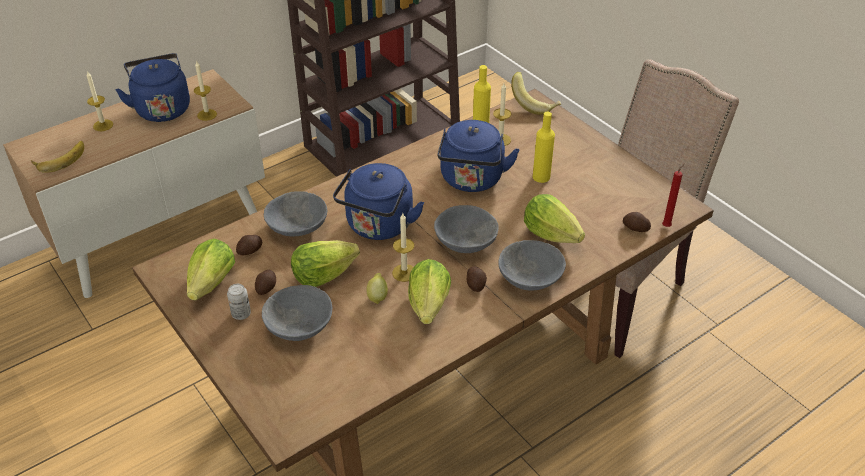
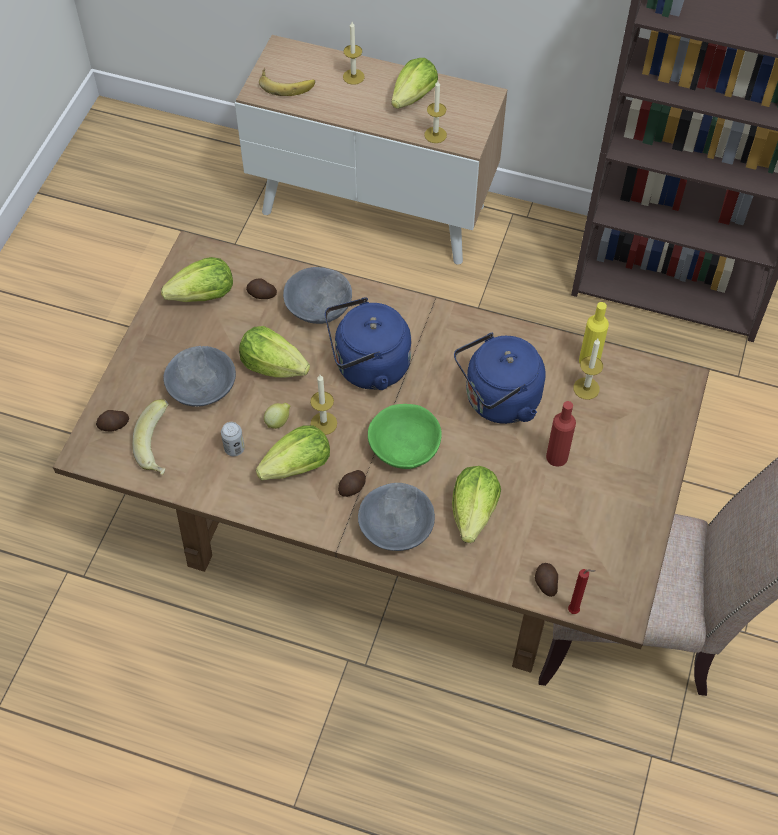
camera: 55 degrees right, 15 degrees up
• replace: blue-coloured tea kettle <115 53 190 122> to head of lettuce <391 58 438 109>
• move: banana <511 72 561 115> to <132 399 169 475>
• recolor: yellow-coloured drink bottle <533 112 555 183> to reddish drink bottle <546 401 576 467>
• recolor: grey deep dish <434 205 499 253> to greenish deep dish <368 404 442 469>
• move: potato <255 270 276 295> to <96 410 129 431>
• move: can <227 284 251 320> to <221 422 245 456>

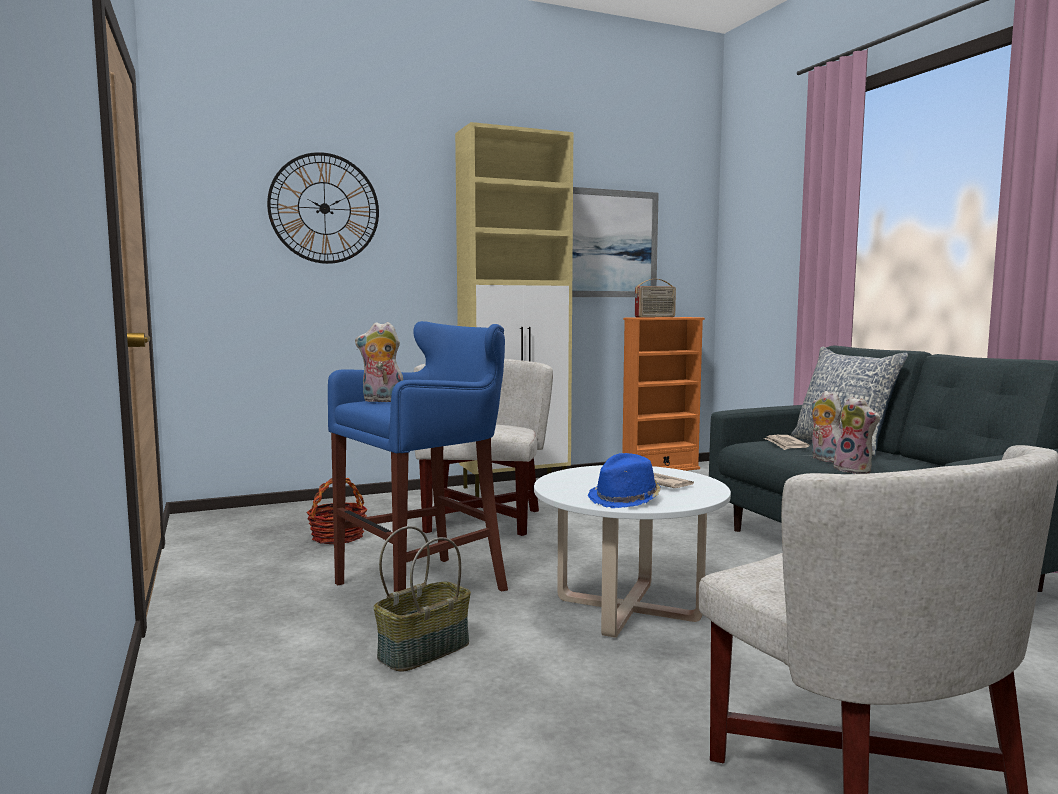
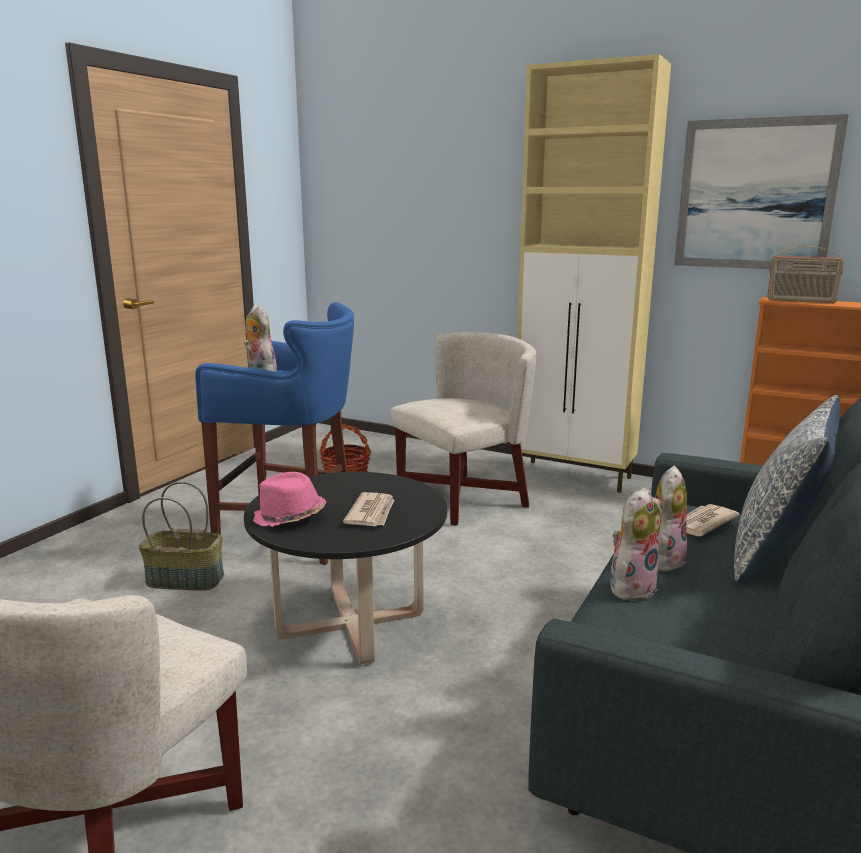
camera: 50 degrees right, 10 degrees up
• delete: clock on the wall <267 152 379 264>
• rotate: cuddly toy <833 396 880 474> = <610 487 662 602> 150 degrees counterclockwise
• recolor: blue-coloured hat <588 453 661 508> to pink-coloured hat <253 472 326 527>
• recolor: whitish lounge table <534 465 731 638> to black lounge table <244 472 447 665>

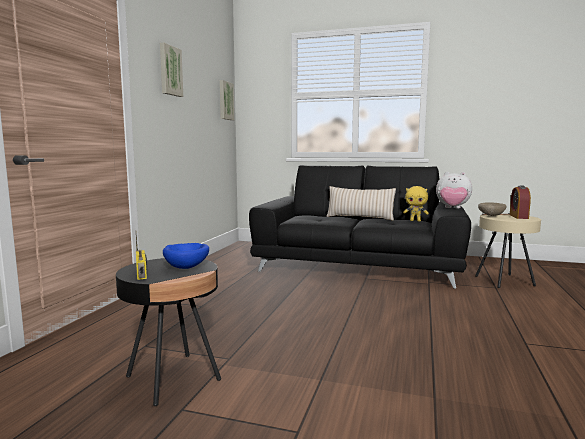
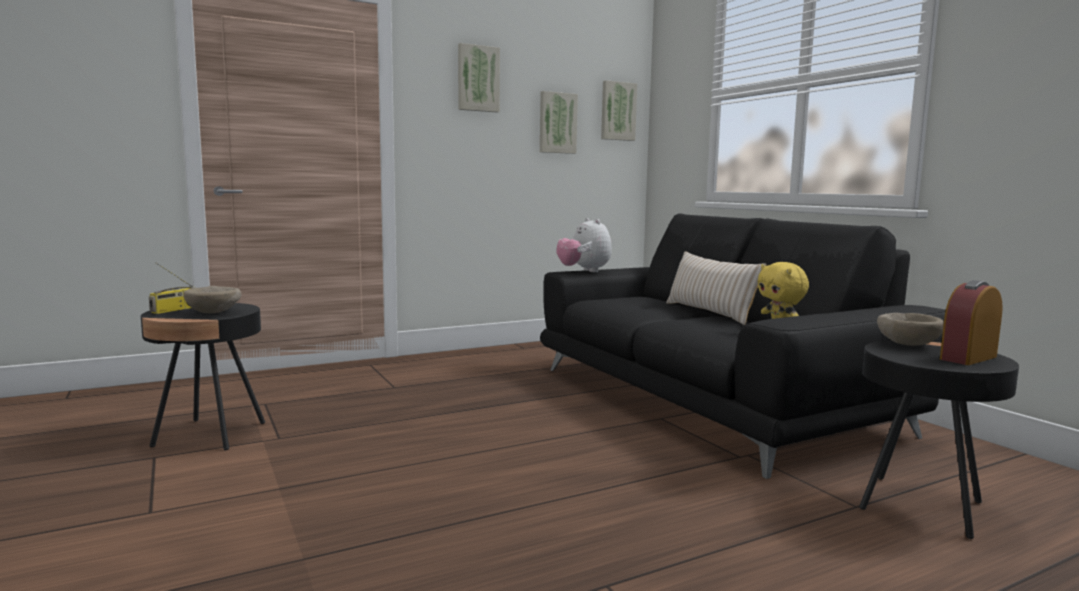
camera: 45 degrees right, 0 degrees up
• move: cuddly toy <436 172 472 208> to <556 218 612 272>
• recolor: beige side table <475 214 541 288> to black side table <859 340 1019 539>
• recolor: blue-coloured deep dish <163 243 209 269> to beige deep dish <183 286 242 313>
• insert: wall art <540 91 578 154>

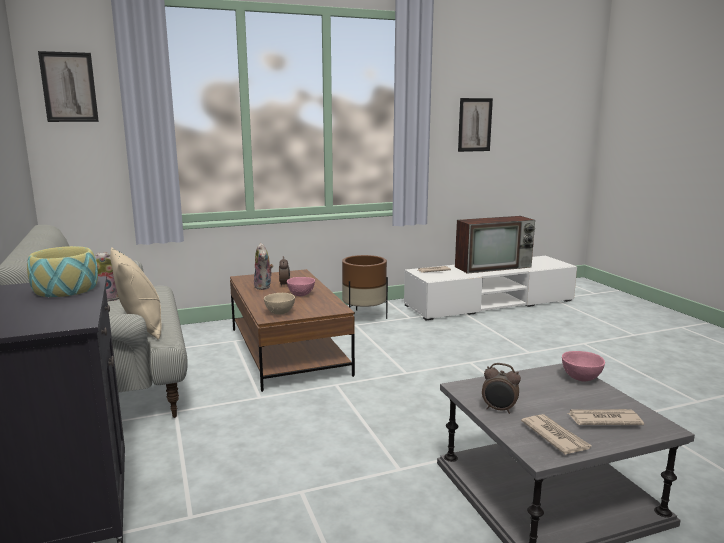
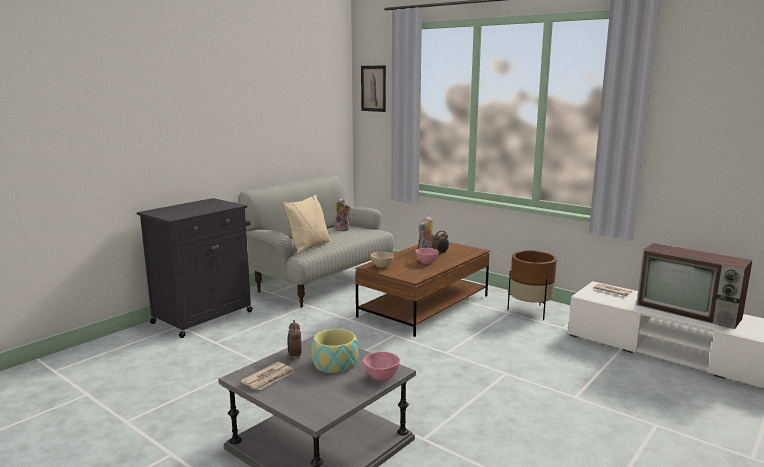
camera: 60 degrees right, 0 degrees up
• delete: wall art <458 98 493 152>
• move: deep dish <27 246 98 297> to <311 329 359 373>
• delete: daily paper <568 409 644 425>

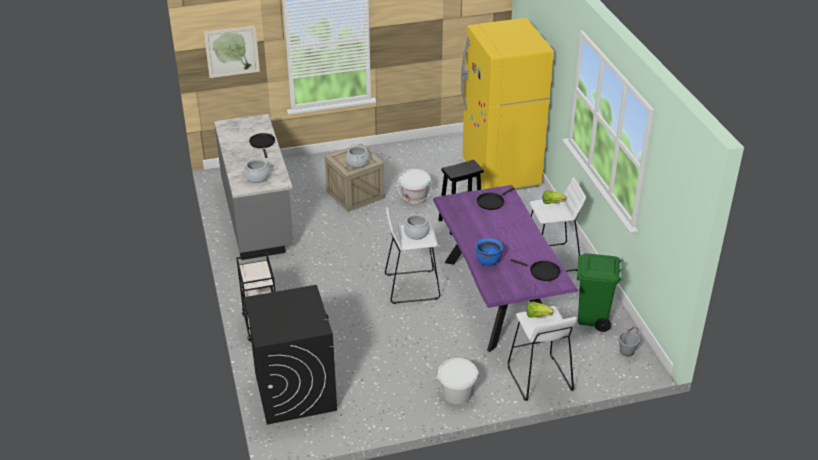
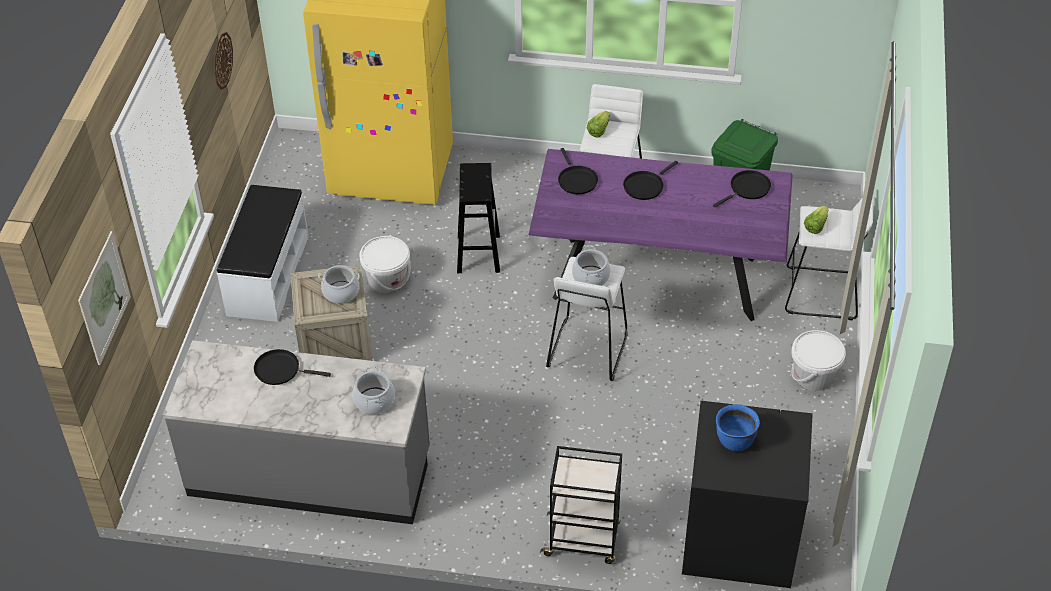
camera: 65 degrees left, 10 degrees up
• move: blue-coloured stockpot <476 238 503 266> to <716 404 760 451>
• delete: grey pail <618 327 640 356>
• insert: clock on the wall <214 32 233 90>
• insert: black frying pan <623 161 678 200>
• insert: whitish indoor bench <217 185 308 322>

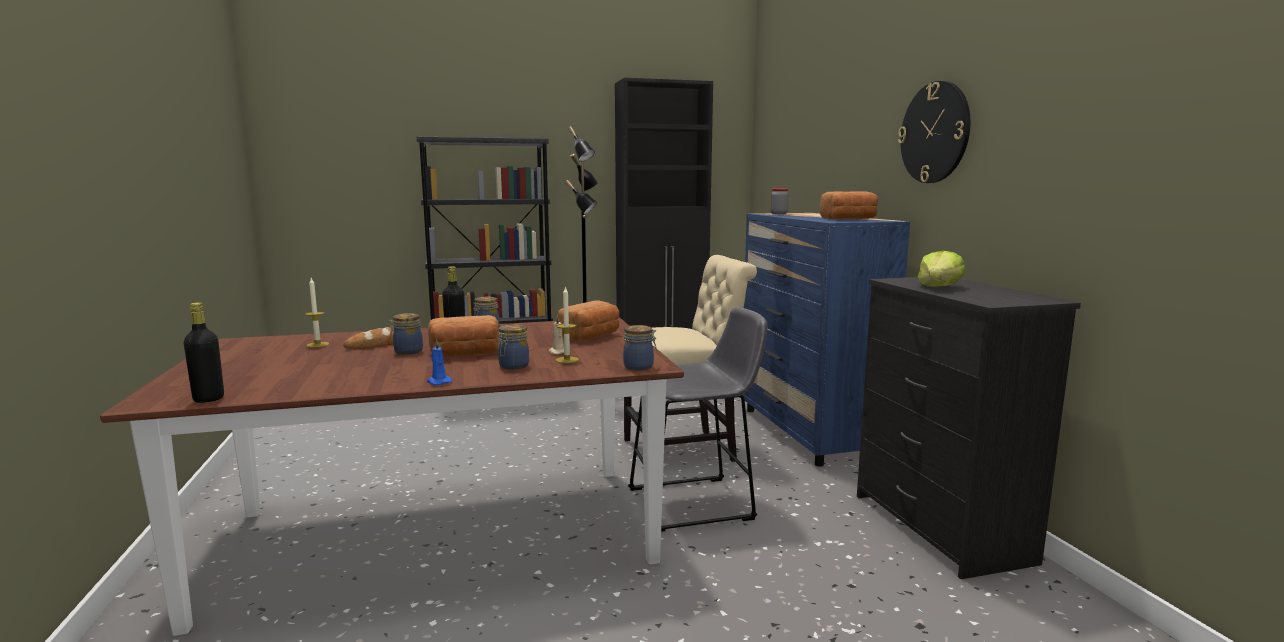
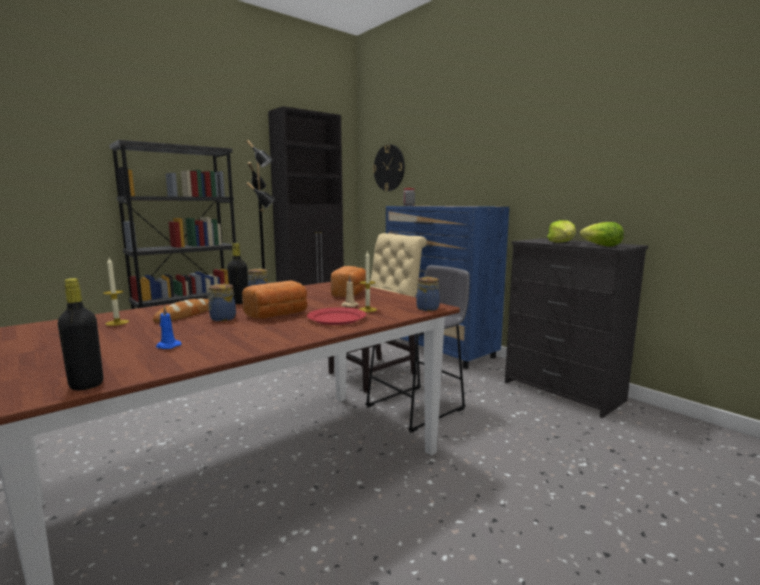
camera: 25 degrees left, 0 degrees up
• move: clock on the wall <898 81 970 183> to <373 144 405 191>
• delete: baked bread <820 192 878 219>
• replace: preserve jar <498 324 529 370> to reddish flat dish <307 307 366 325>
• move: blue-coloured wax light <427 339 452 385> to <156 305 182 349>
• insert: head of lettuce <580 222 624 247>

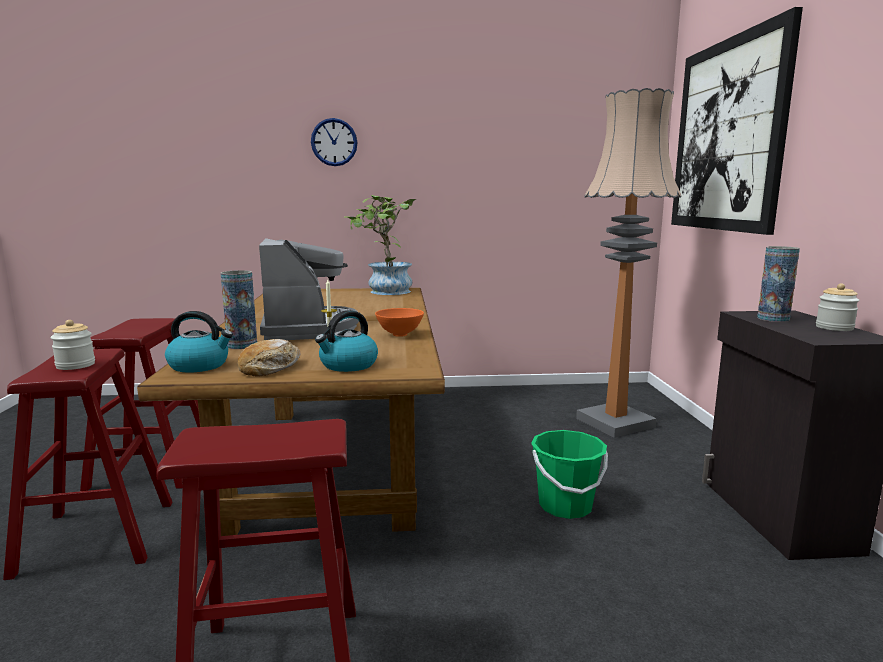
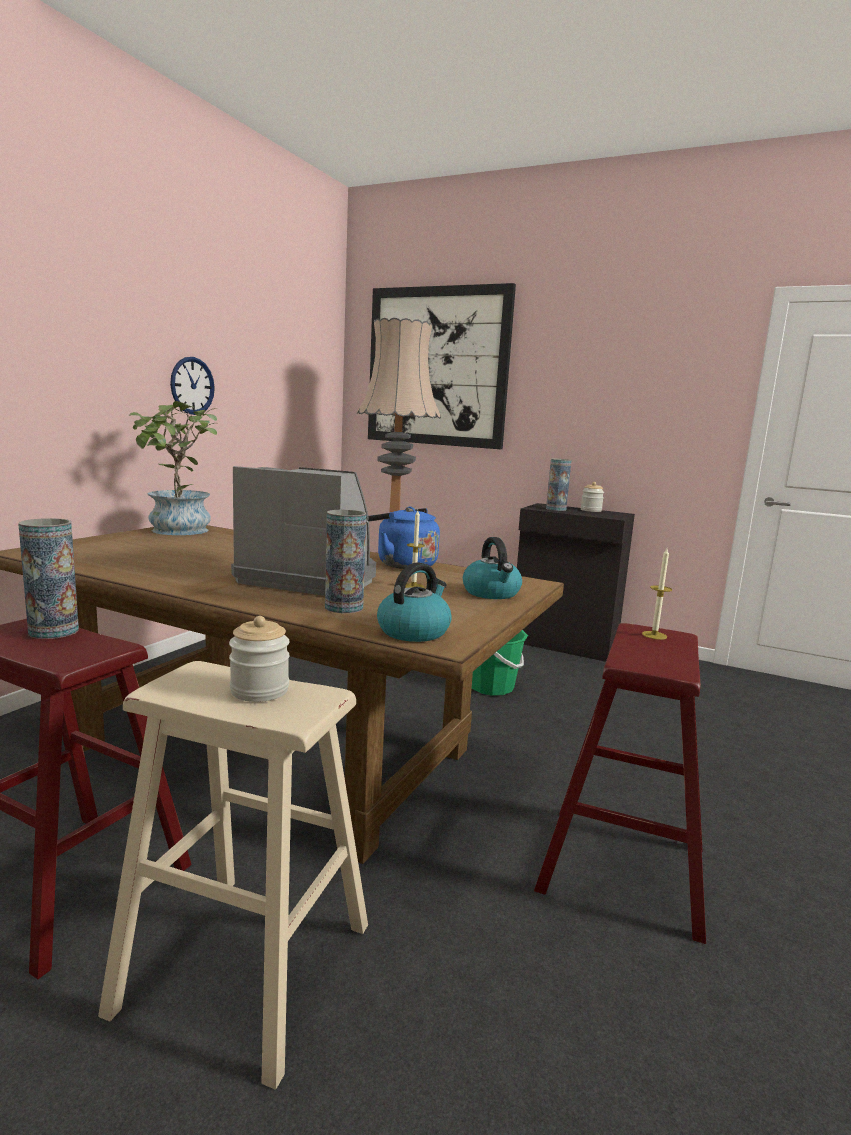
camera: 60 degrees left, 0 degrees up
• move: clock on the wall <311 118 357 166> to <170 357 215 415>
• replace: orange deep dish <375 308 424 337> to blue-coloured tea kettle <368 507 440 569>
• delete: baked bread <237 339 301 377>
• recolor: reddish stool <3 348 172 580> to beige stool <98 661 368 1090>
• insert: decorative vase <18 518 79 639>
• insert: wax light <642 548 672 640>

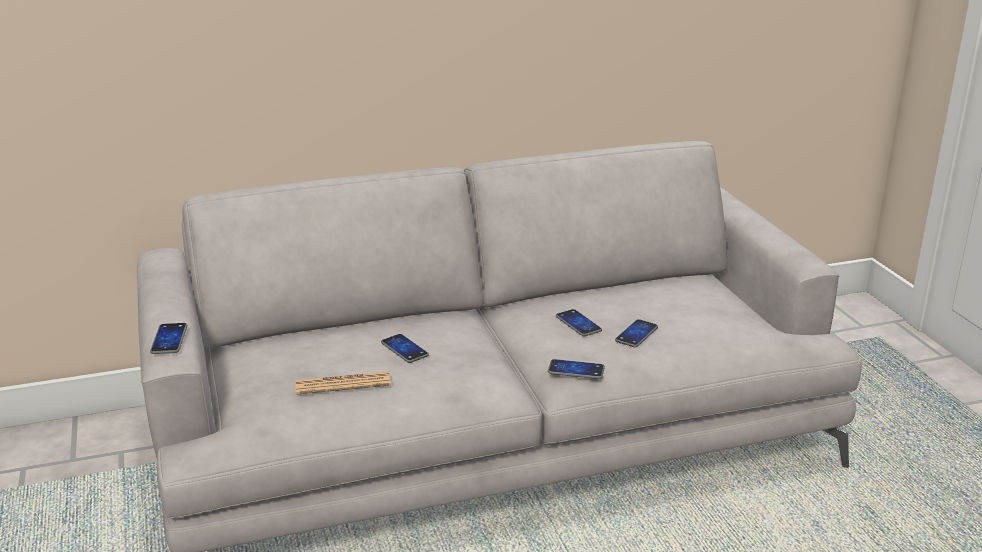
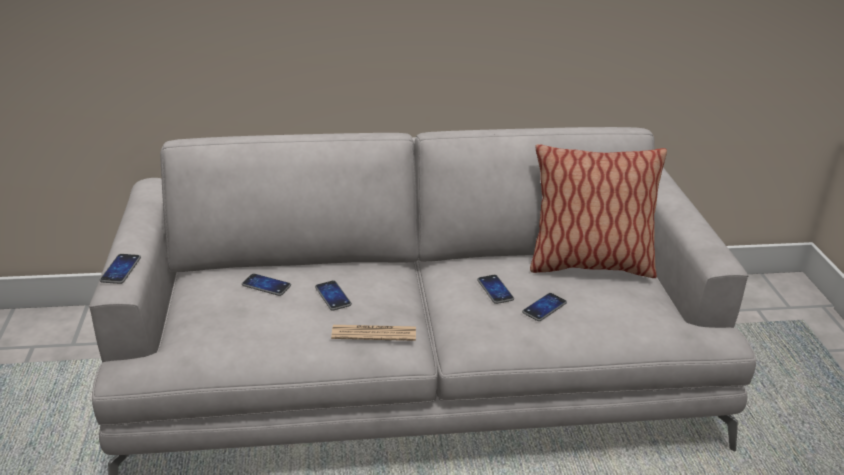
camera: 10 degrees right, 5 degrees up
• move: handset <548 359 605 379> to <242 274 291 296>
• move: daily paper <295 371 391 395> to <331 325 416 341>
• insert: cushion <530 144 667 278>

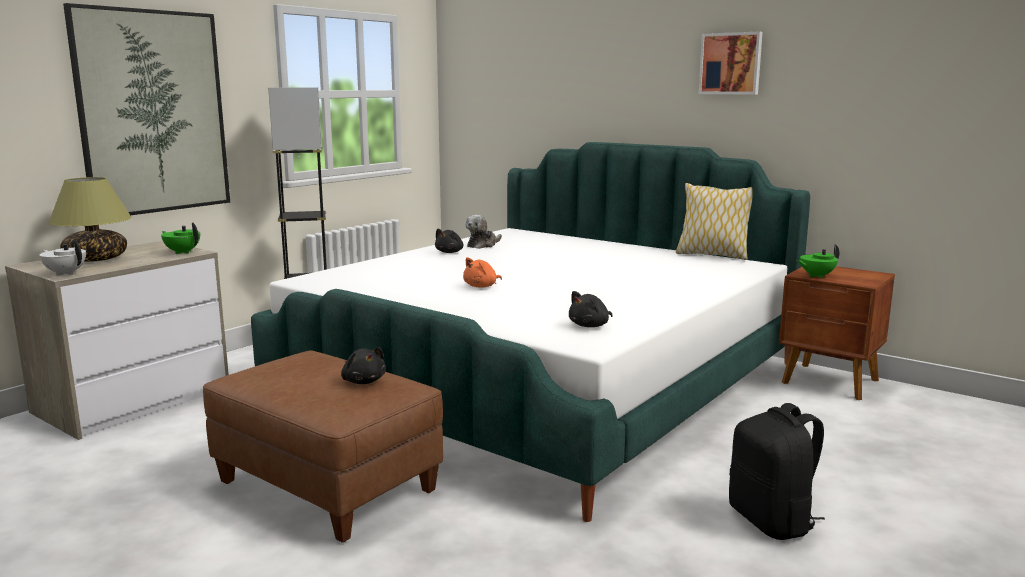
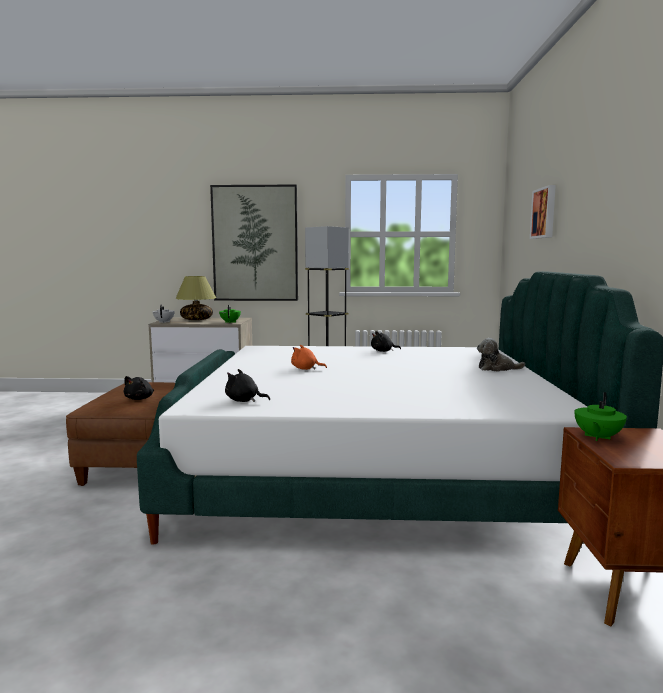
camera: 55 degrees right, 5 degrees down
• move: wall art <699 32 763 95> to <530 185 556 239>
• delete: cushion <676 183 753 260>
• move: cuddly toy <465 215 502 249> to <477 338 525 371>
• rotate: greenish teapot <797 244 839 278> = <575 392 627 441> 90 degrees counterclockwise
• delete: black backpack <729 403 825 540>

